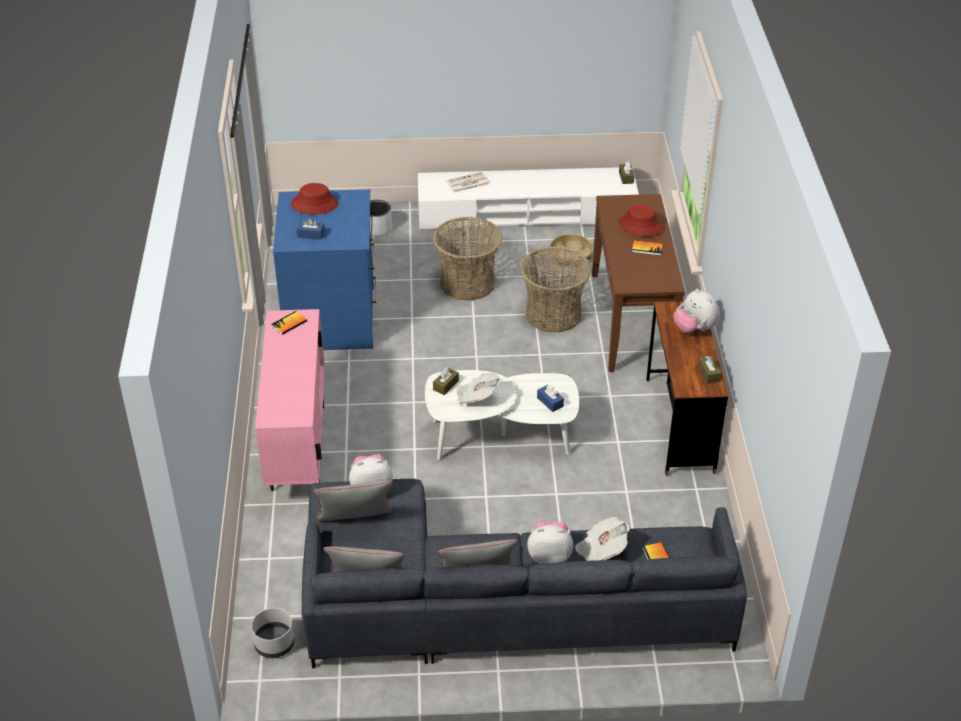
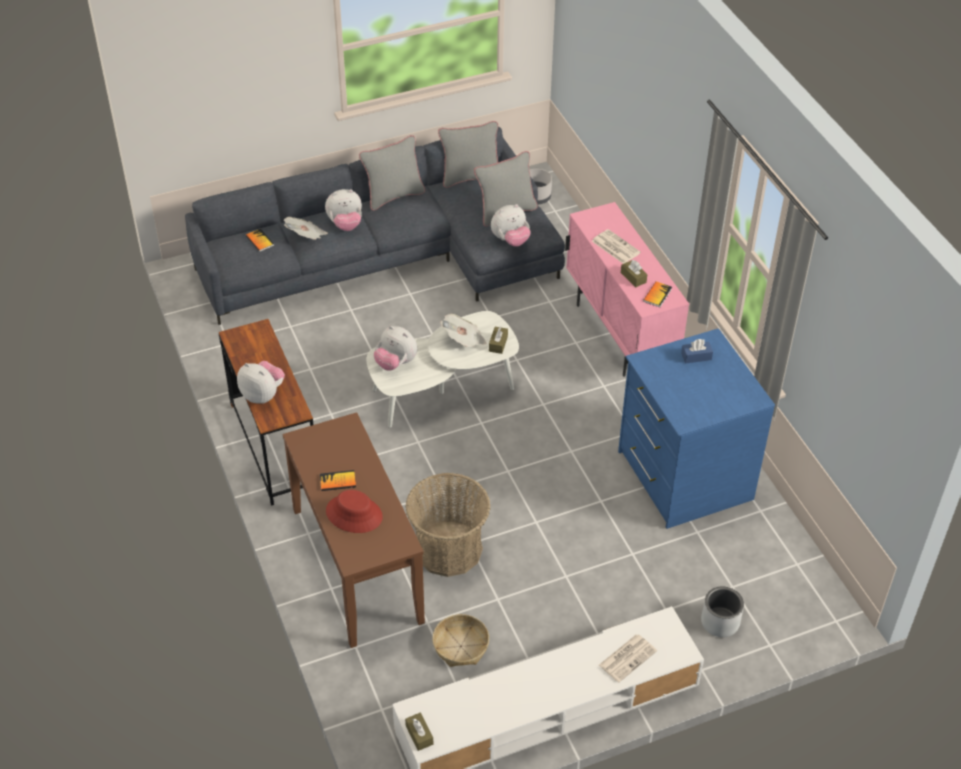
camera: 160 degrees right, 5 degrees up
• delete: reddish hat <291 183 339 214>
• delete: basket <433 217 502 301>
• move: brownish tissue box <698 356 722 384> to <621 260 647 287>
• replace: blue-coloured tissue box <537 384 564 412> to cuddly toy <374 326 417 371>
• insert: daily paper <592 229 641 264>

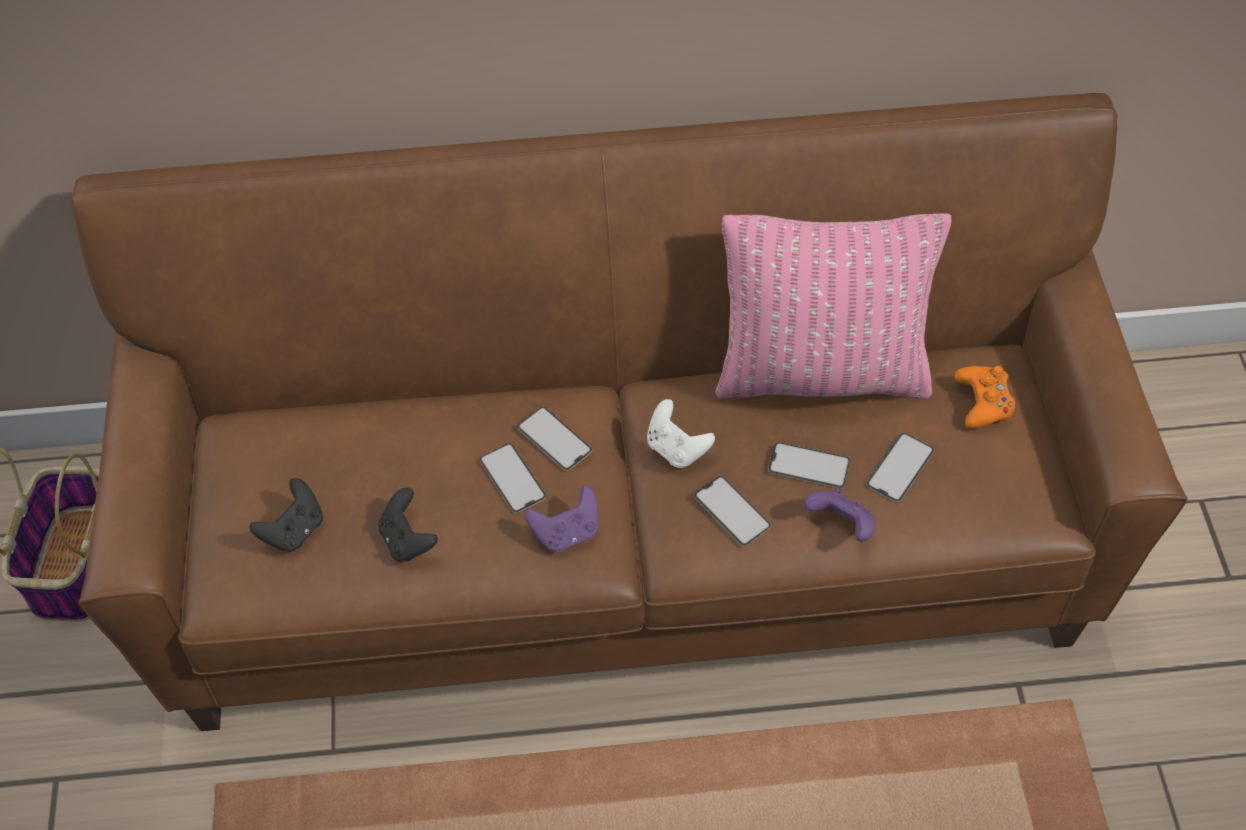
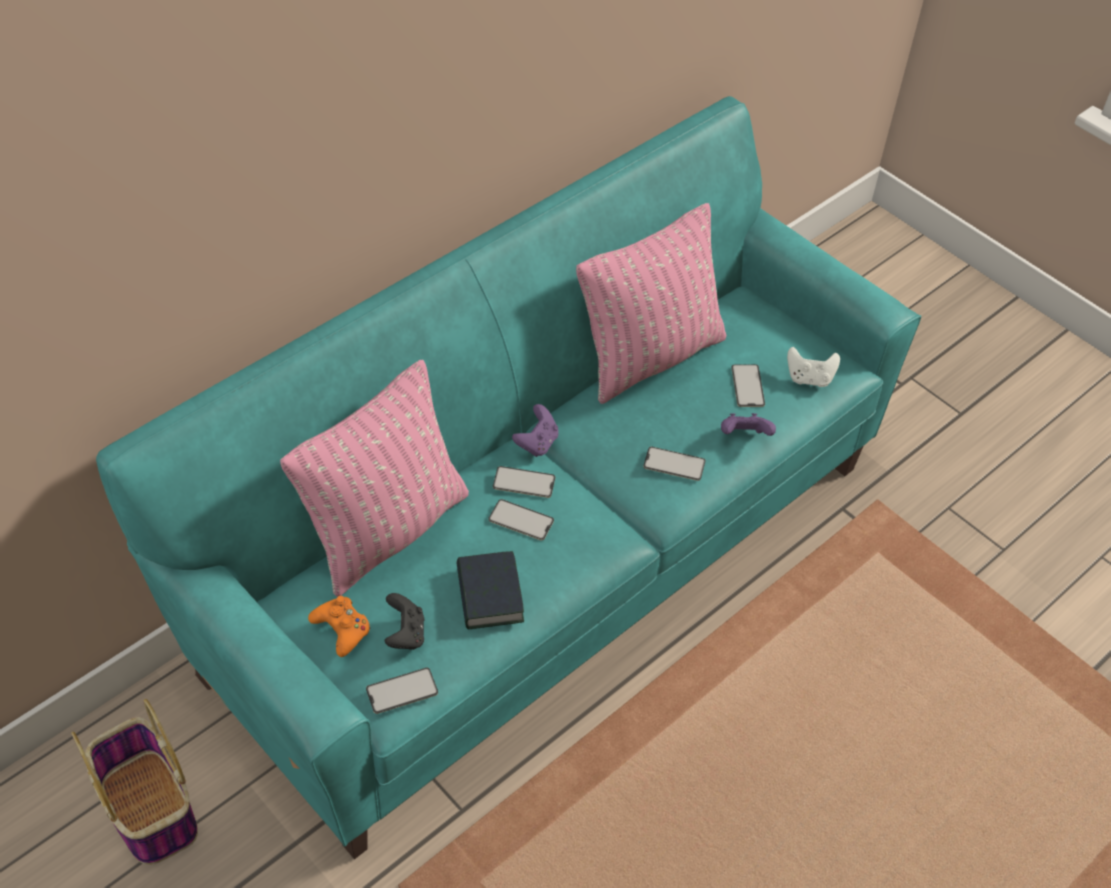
camera: 40 degrees left, 5 degrees down
• recolor: brownish couch <72 93 1188 731> to turquoise-coloured couch <96 96 921 859>
• move: orange game controller <954 366 1015 429> to <308 596 371 657>
• move: whitish game controller <647 399 715 468> to <787 347 840 387>
• move: handset <768 442 850 489> to <366 668 438 714>
• move: purple game controller <525 485 598 552> to <512 404 558 457>
• replace: black game controller <379 488 438 562> to bound book <457 551 524 630>
• insert: pink-coloured cushion <280 360 469 597>

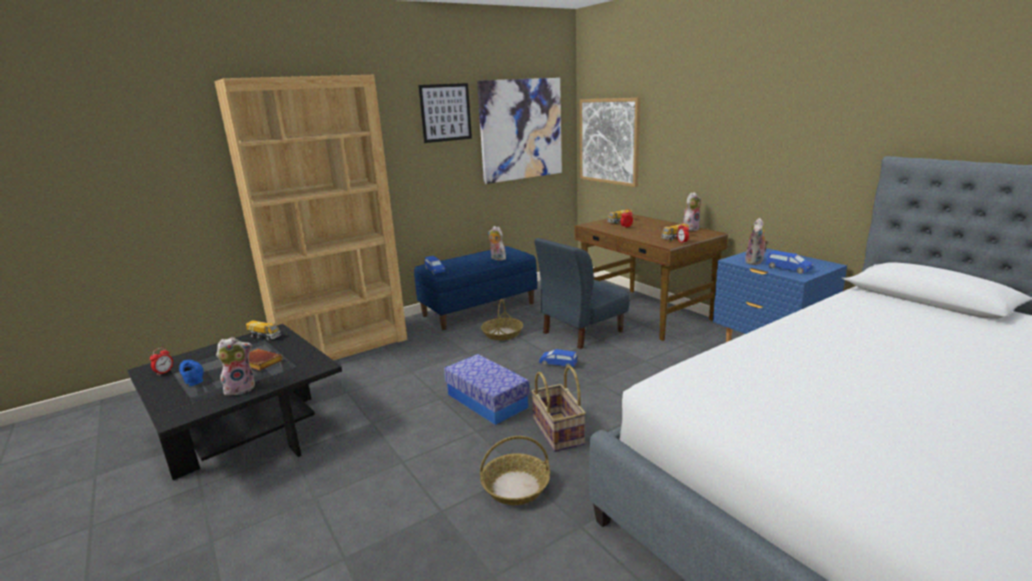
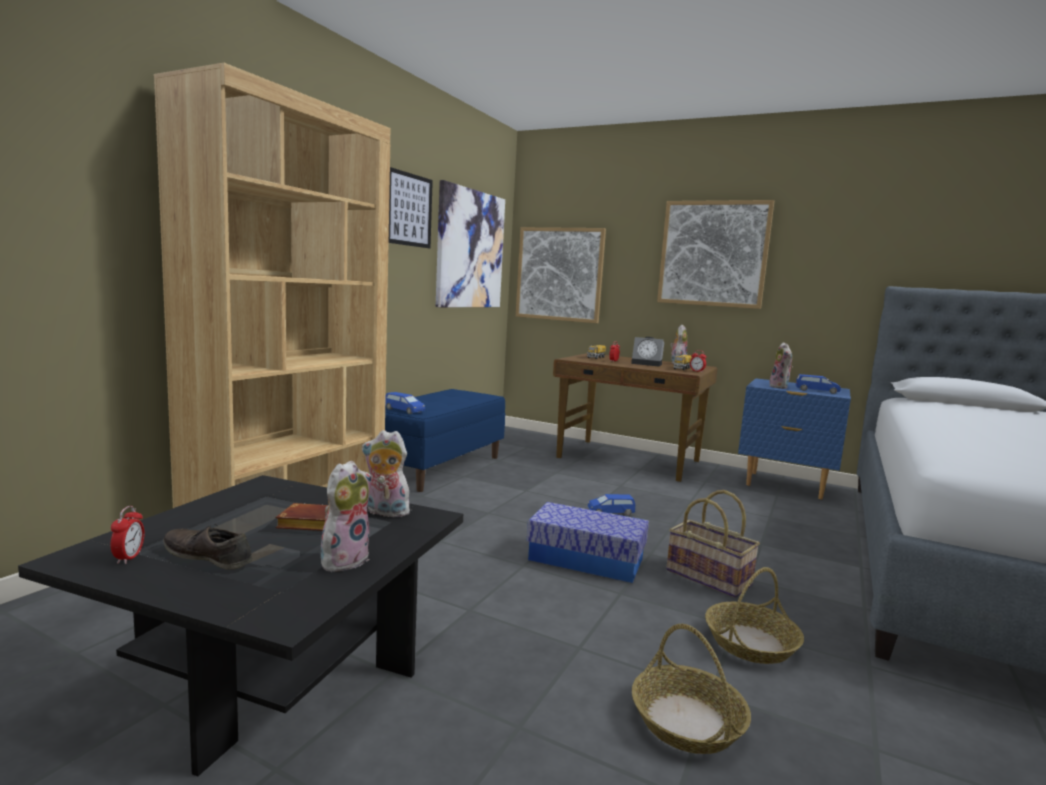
camera: 30 degrees left, 10 degrees down
• move: cuddly toy <488 226 507 260> to <362 430 410 519>
• delete: blue-coloured upright chair <534 238 629 349>
• move: basket <481 299 523 340> to <632 624 751 754>
• delete: toy truck <246 320 281 341>
• recolor: blue-coloured low shoe <179 360 204 387> to brownish low shoe <163 524 252 570>
• insert: wall art <657 200 774 309>
• insert: table clock <631 337 664 366>

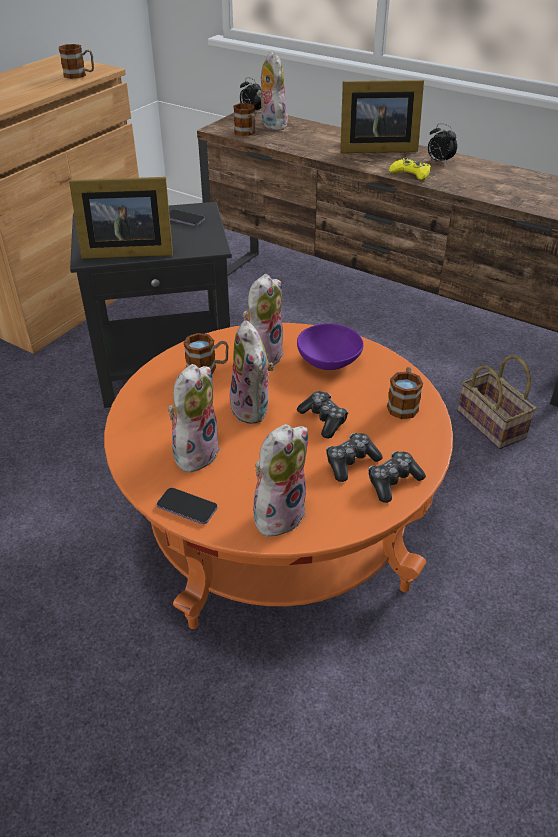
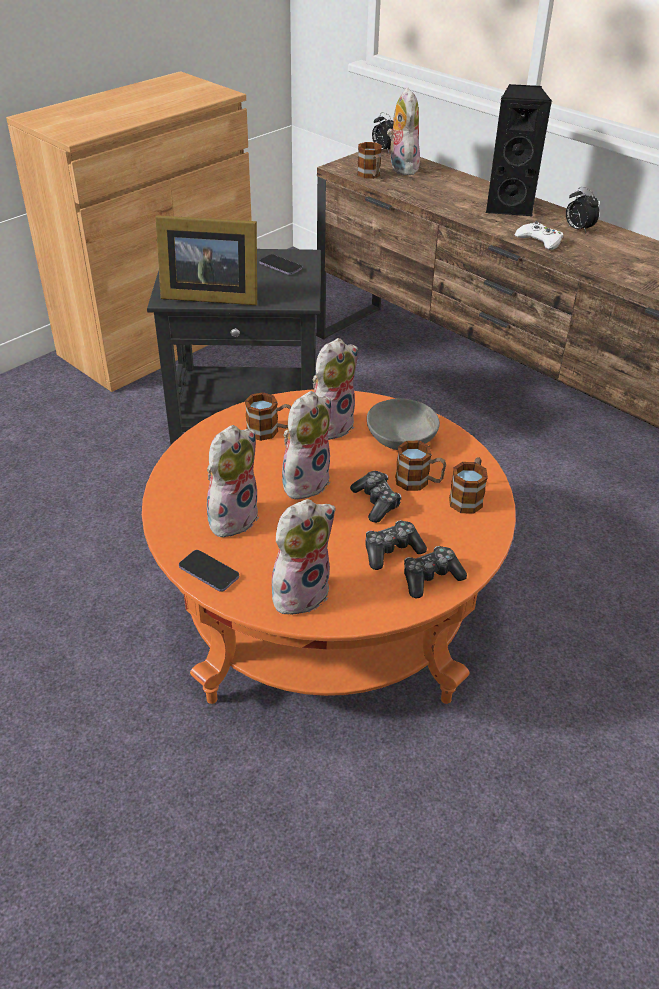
camera: 10 degrees right, 0 degrees up
• move: tea mug <59 44 94 79> to <395 441 446 491>
• replace: photo frame <340 80 424 153> to black audio speaker <486 84 552 216>
• recolor: yellow-coloured game controller <389 157 431 180> to whitish game controller <515 221 563 250>
• rotate: cuddly toy <228 320 274 424> = <282 391 331 499> 135 degrees counterclockwise
• recolor: purple deep dish <297 323 364 370> to grey deep dish <367 398 440 450>
• delete: basket <457 355 536 449>

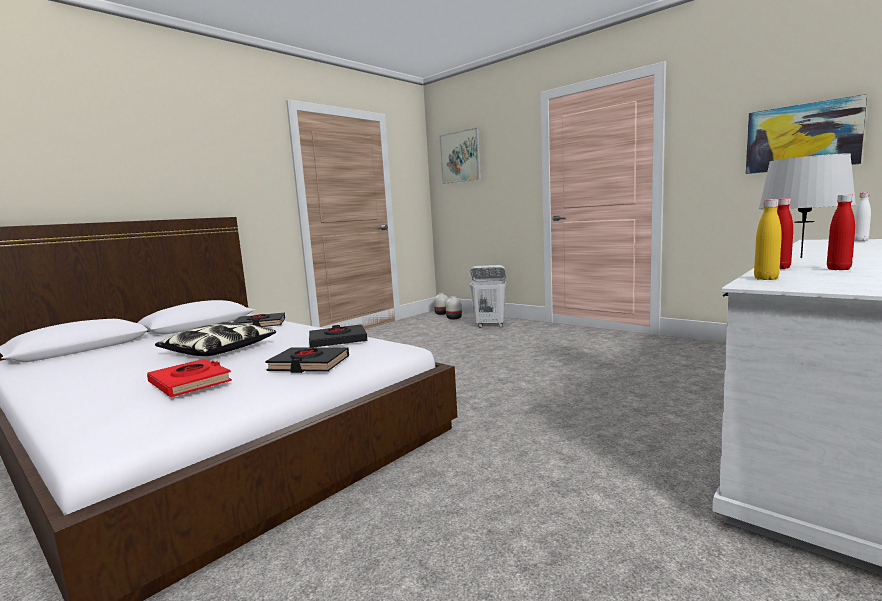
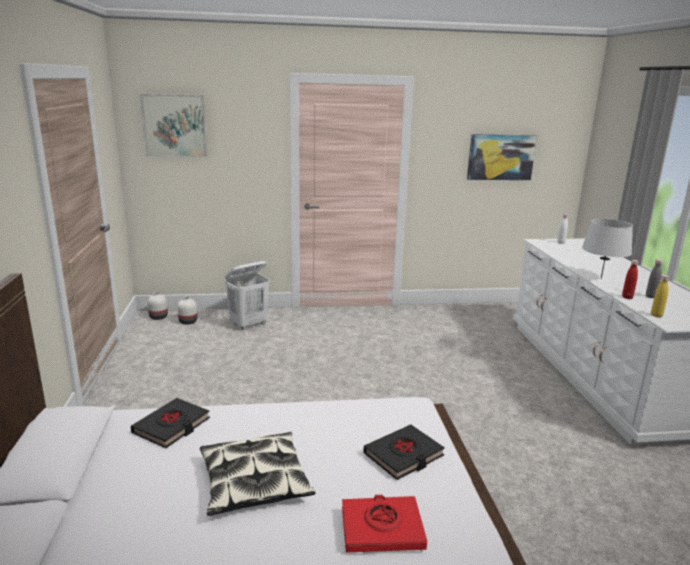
camera: 50 degrees left, 10 degrees up
• recolor: reddish drink bottle <827 194 855 270> to grey drink bottle <646 259 663 298>
• delete: black bound book <309 324 367 348>

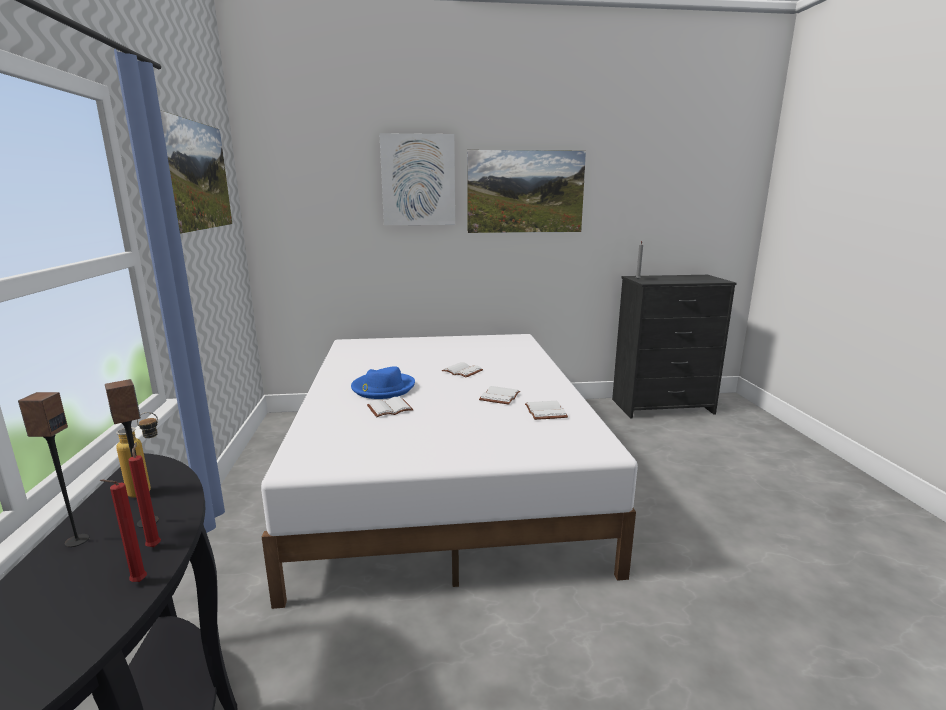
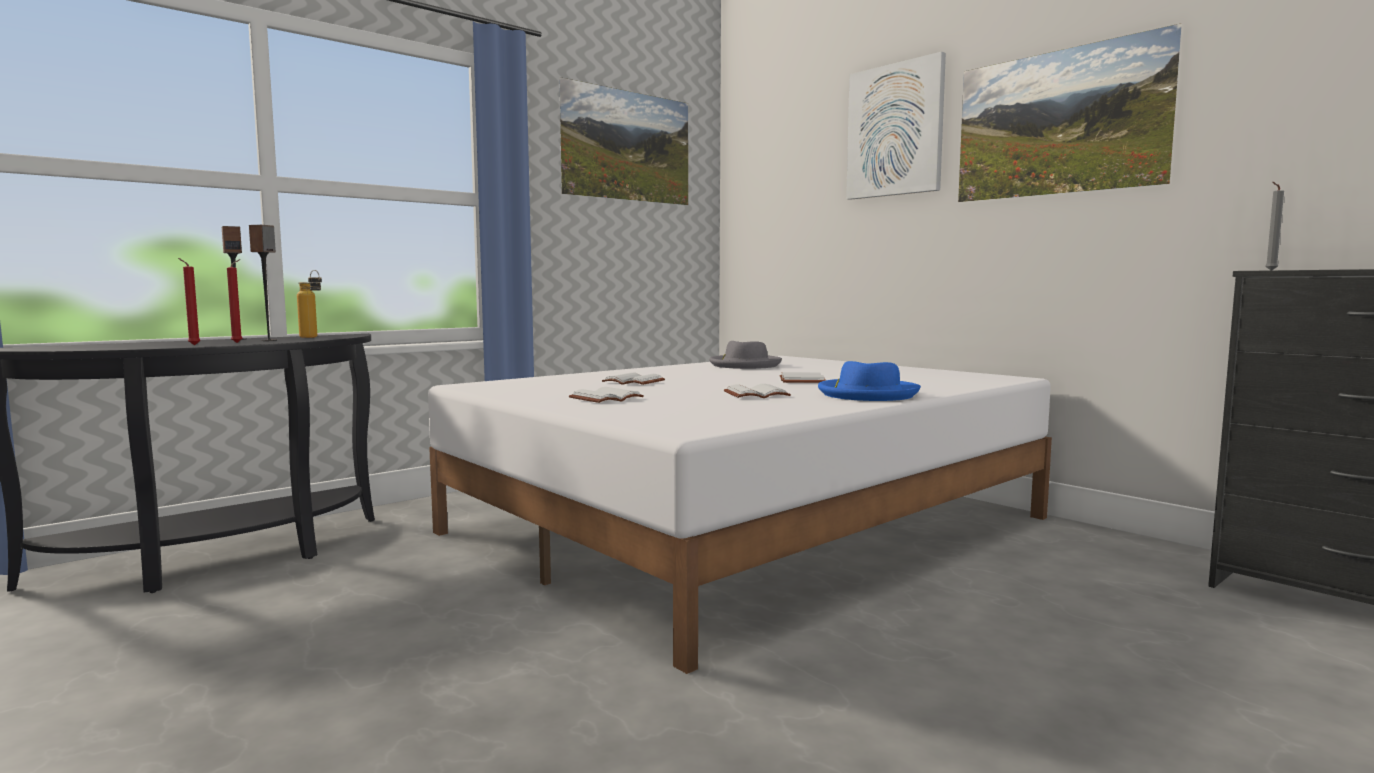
camera: 55 degrees right, 10 degrees down
• move: blue-coloured hat <351 366 415 399> to <818 361 921 401>
• move: whitish bound book <525 401 568 420> to <569 387 644 403>
• insert: grey hat <709 341 782 369>

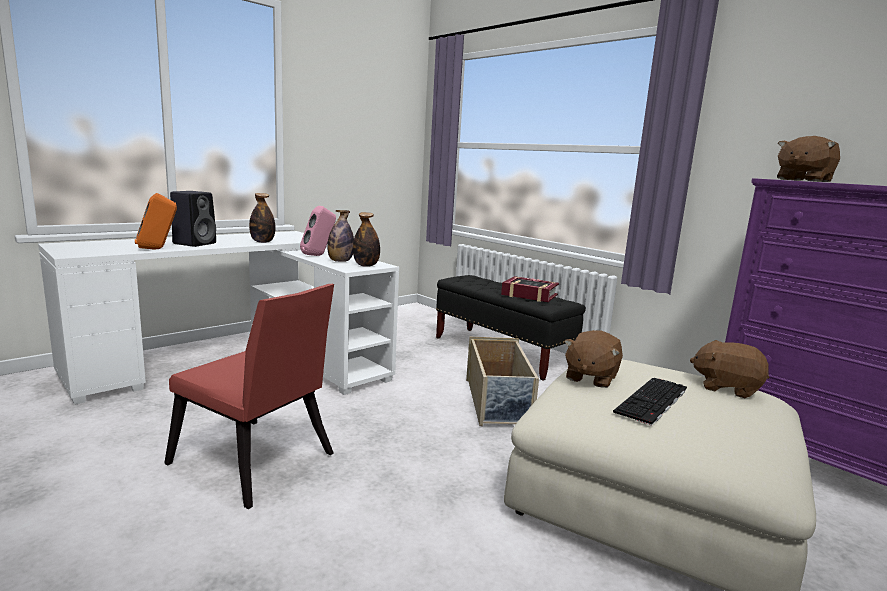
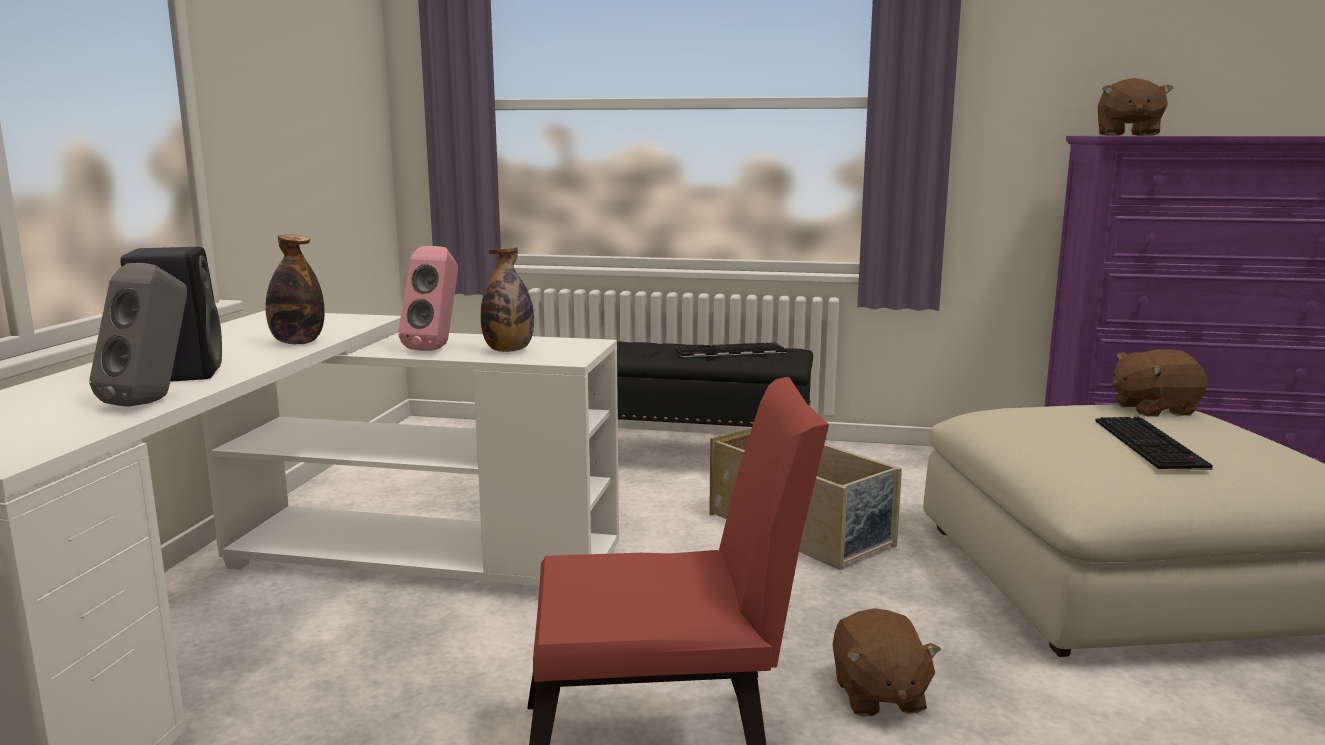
camera: 35 degrees left, 0 degrees up
• recolor: orange audio speaker <135 193 177 250> to grey audio speaker <89 263 187 407>
• delete: drink bottle <353 212 380 267>
• replace: bound book <501 276 559 302> to keyboard <675 342 787 357>
• move: brownish cuddly toy <564 330 623 388> to <832 608 941 717>

